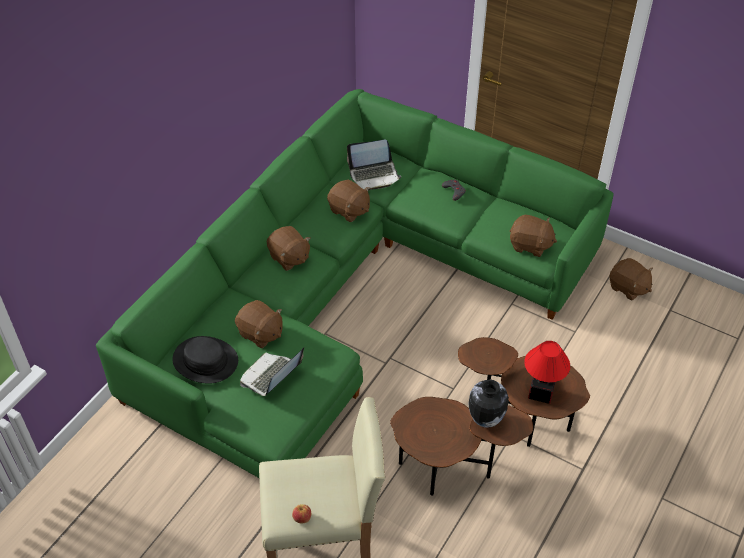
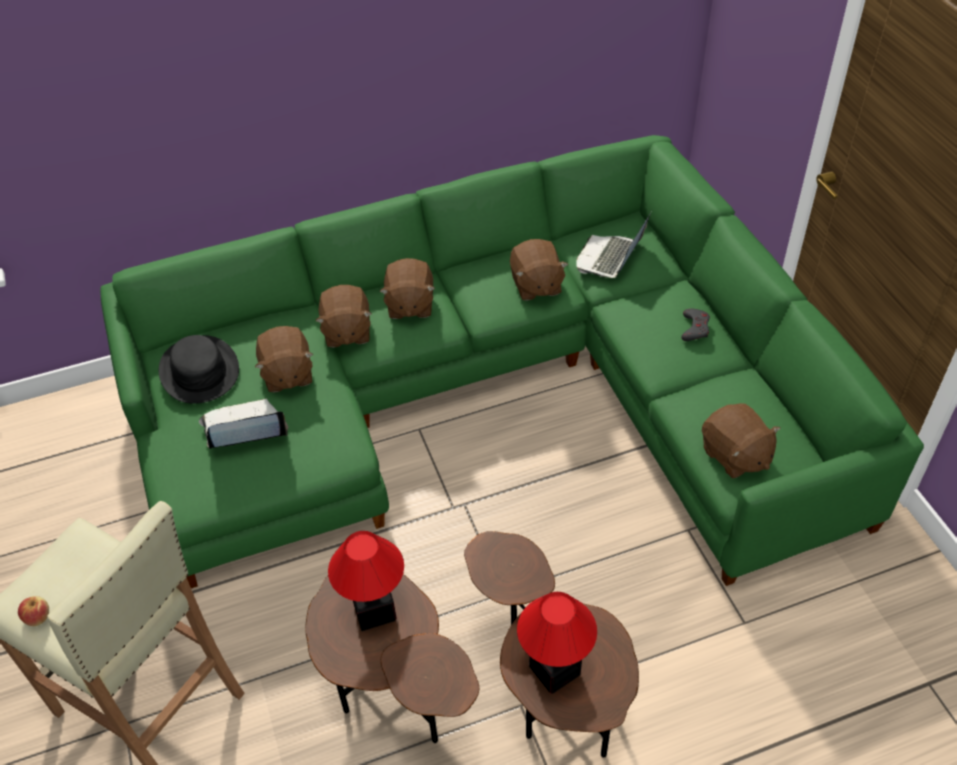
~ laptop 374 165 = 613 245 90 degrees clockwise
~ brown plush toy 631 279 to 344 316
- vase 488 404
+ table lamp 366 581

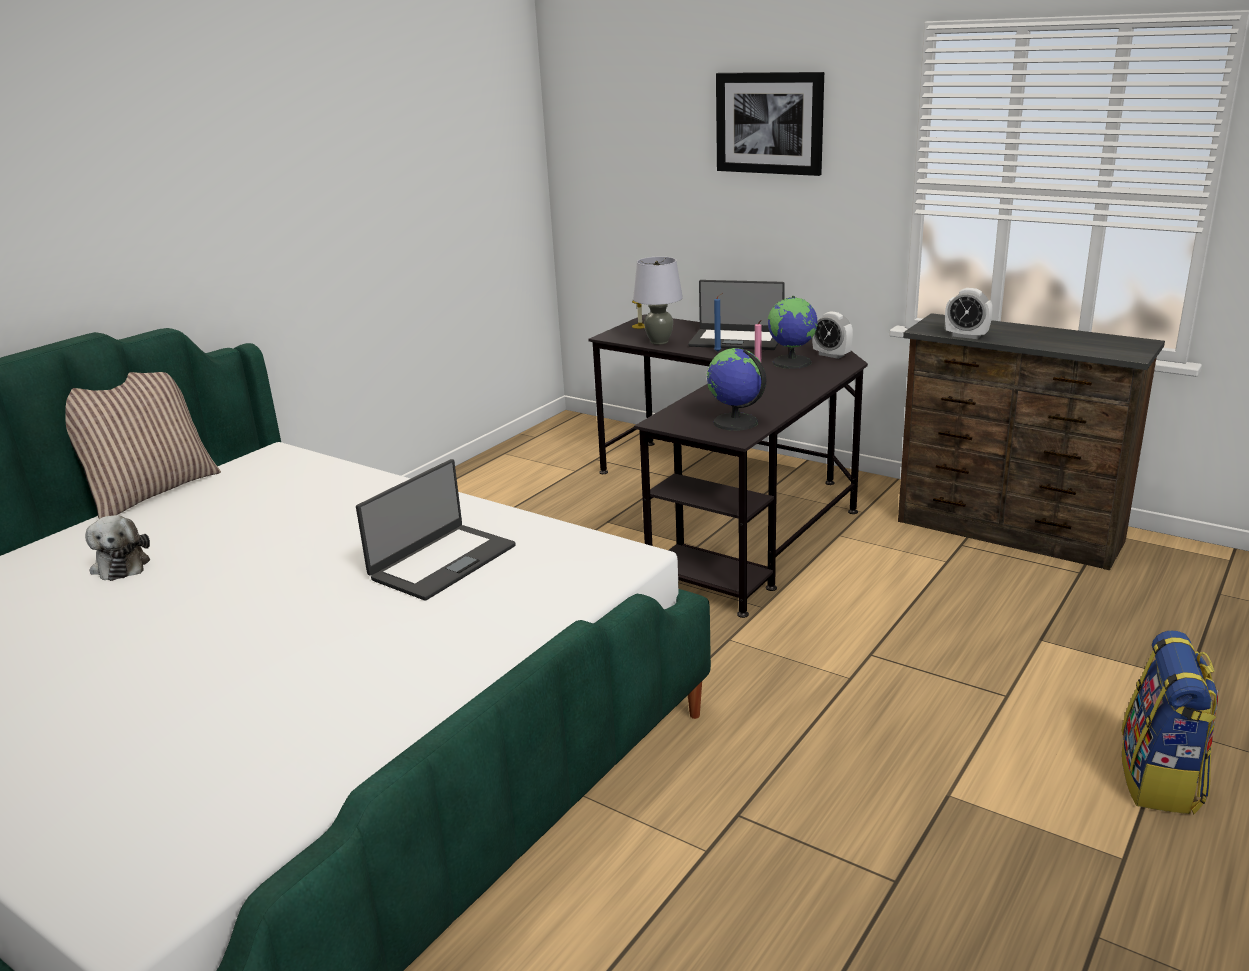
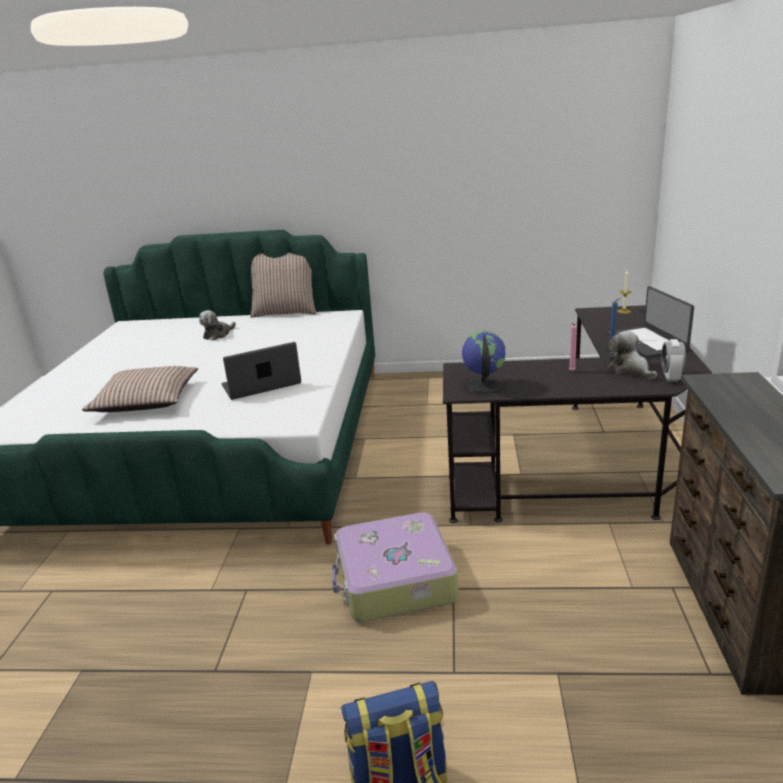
- picture 770 124
- grey table lamp 658 301
- alarm clock 969 313
~ globe 792 332 to plush toy 632 355
~ laptop 436 530 = 261 371 150 degrees clockwise
+ pillow 140 389
+ suitcase 395 567

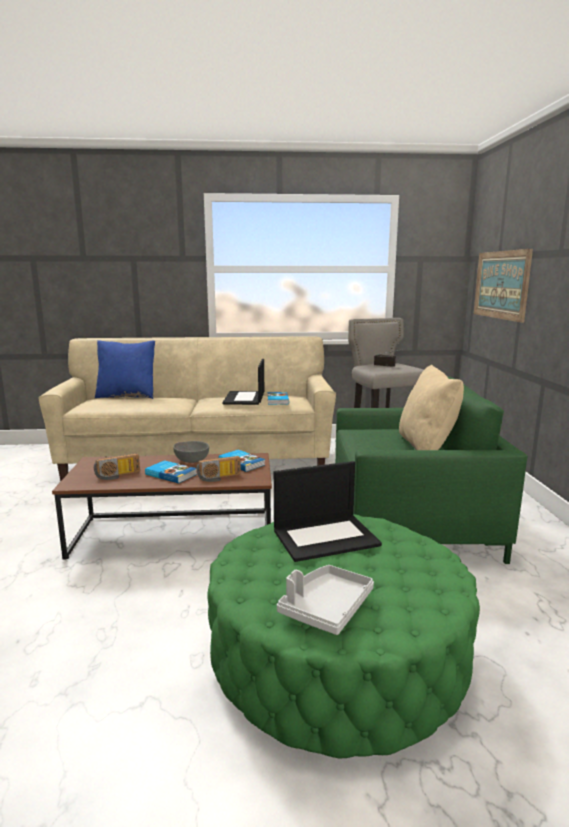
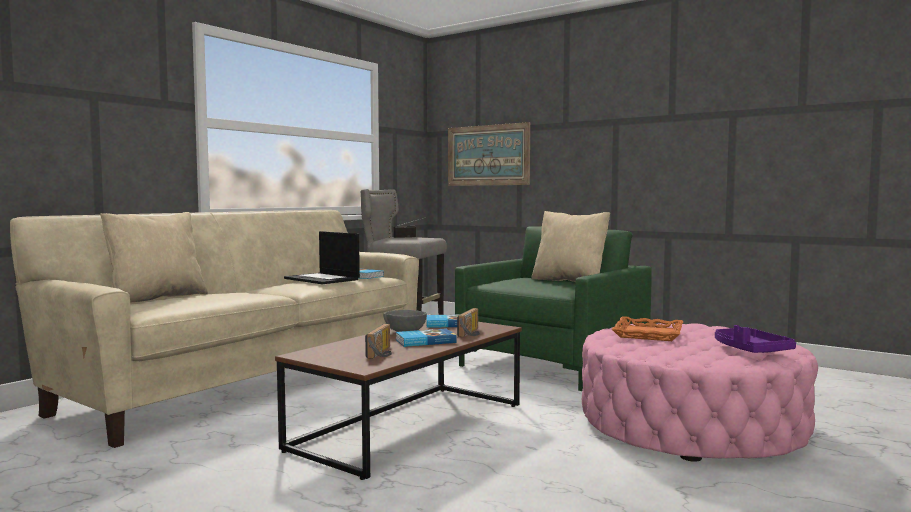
~ blue pillow 125 369 to beige pillow 154 257
~ laptop 328 511 to orange tray 647 328
~ green ottoman 343 636 to pink ottoman 700 392
~ grey tray 325 600 to purple tray 755 339

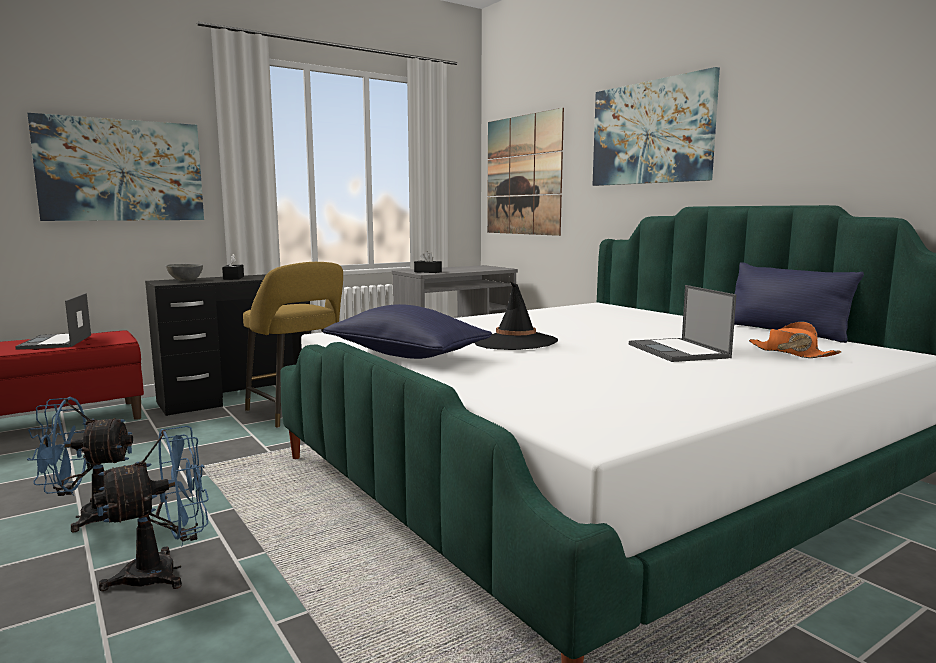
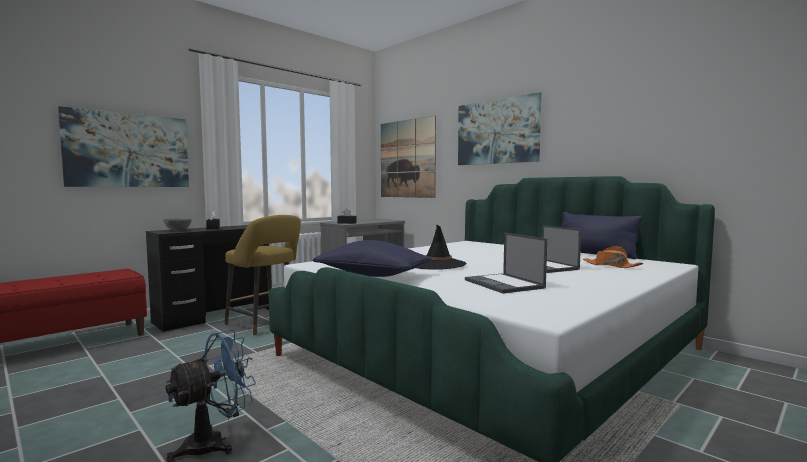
~ laptop 53 321 to 506 263
- blue fan 80 465

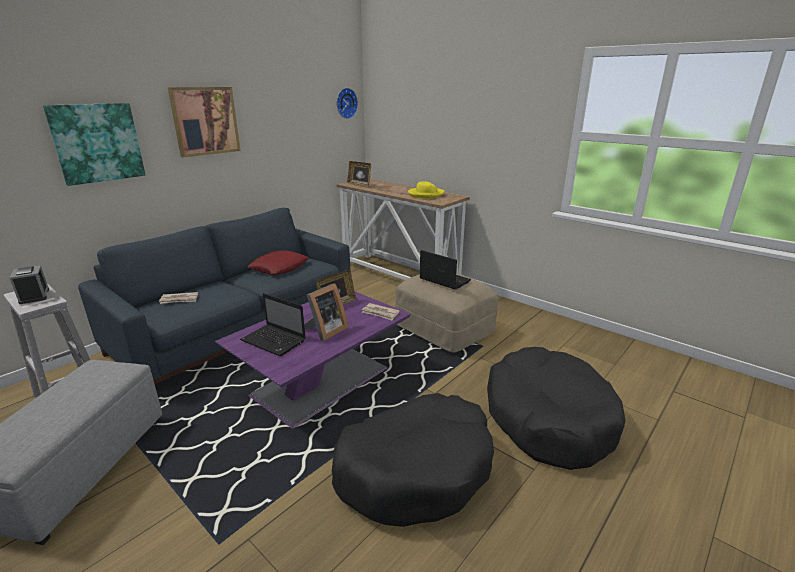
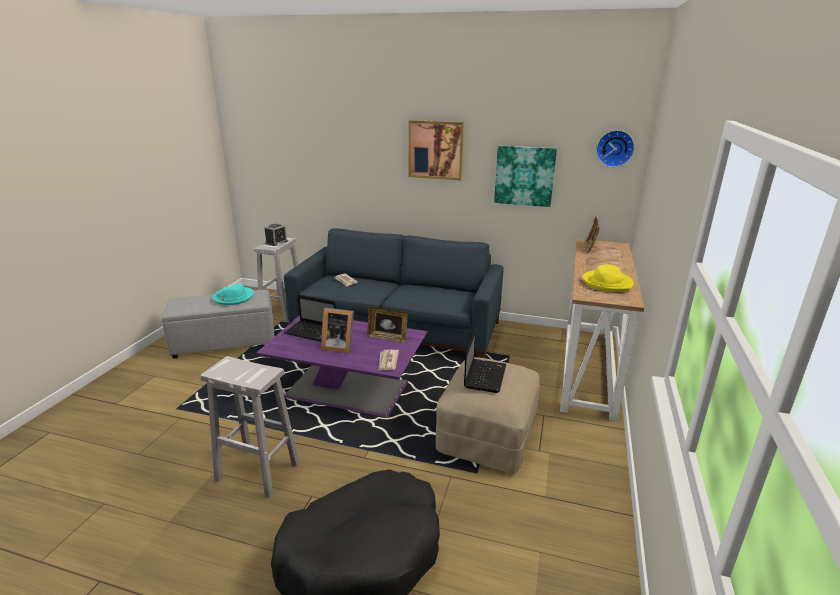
~ picture 94 144 to 525 176
- red pillow 278 263
~ laptop 273 324 = 310 318 75 degrees counterclockwise
~ black dog bed 413 460 to white stool 250 427
+ turquoise hat 233 294

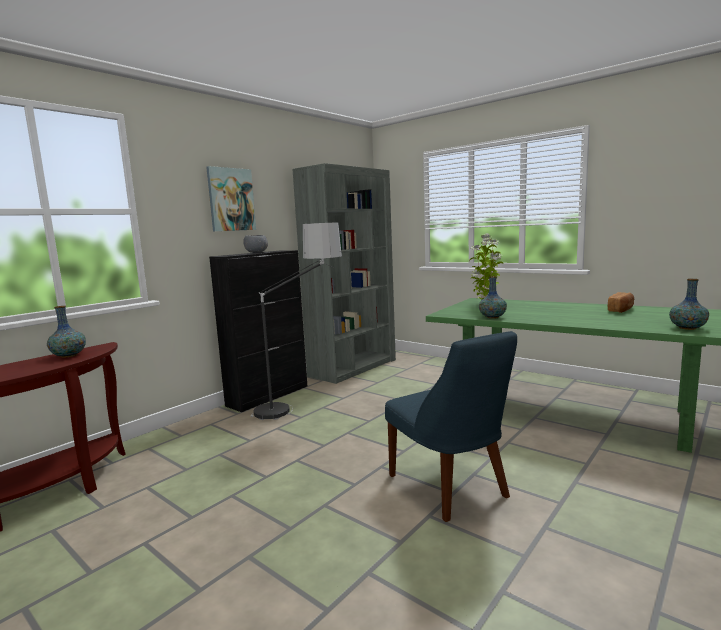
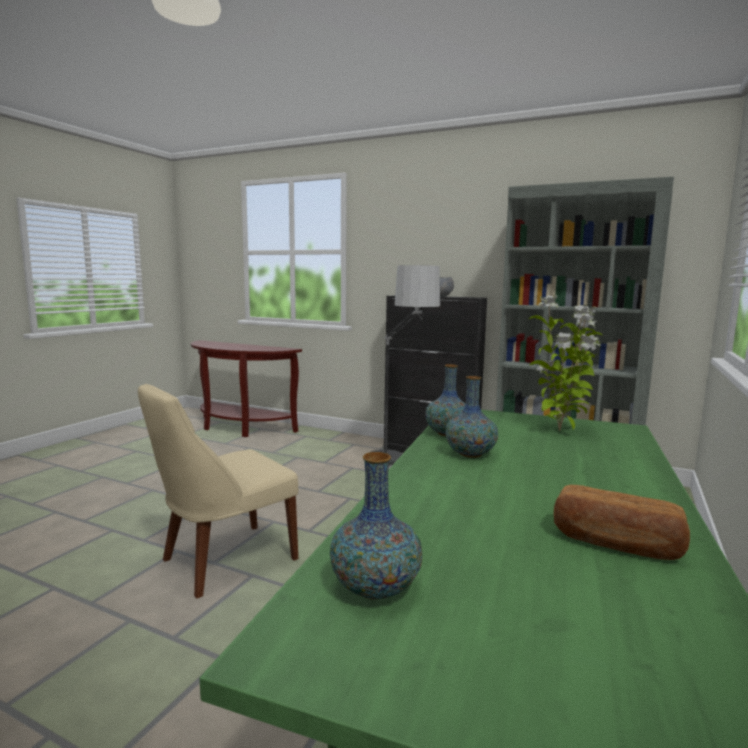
- picture 231 198
~ vase 66 332 to 471 417
~ blue chair 451 426 to beige chair 218 491

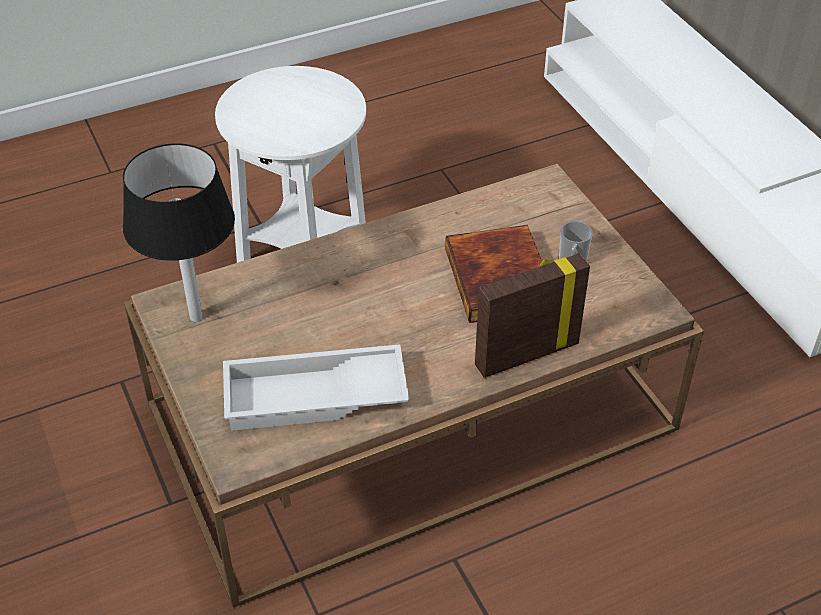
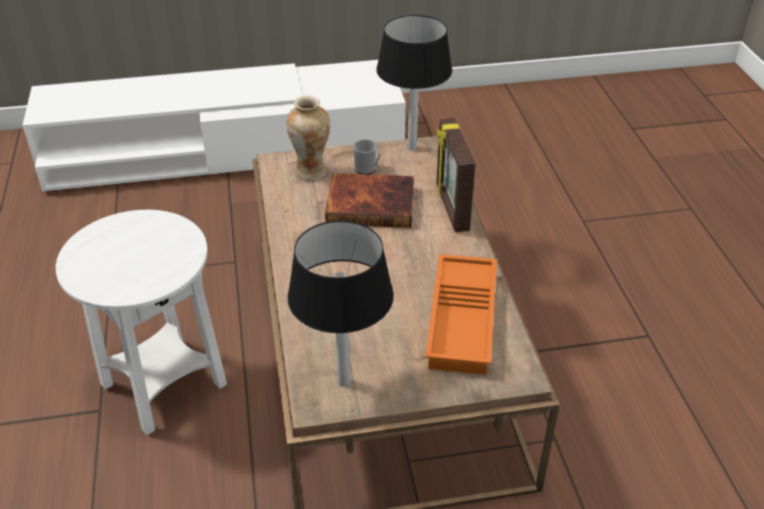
~ white tray 316 387 to orange tray 461 314
+ black table lamp 414 83
+ vase 308 138

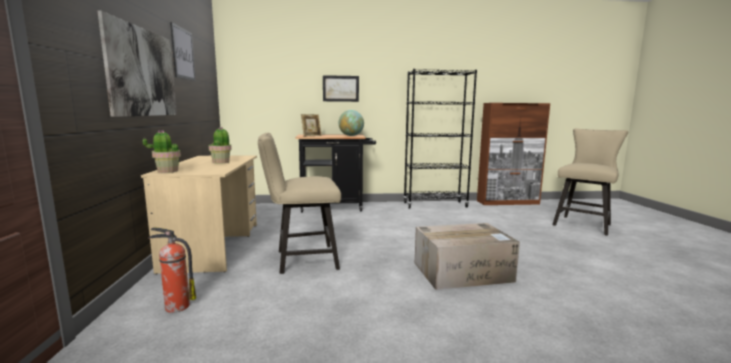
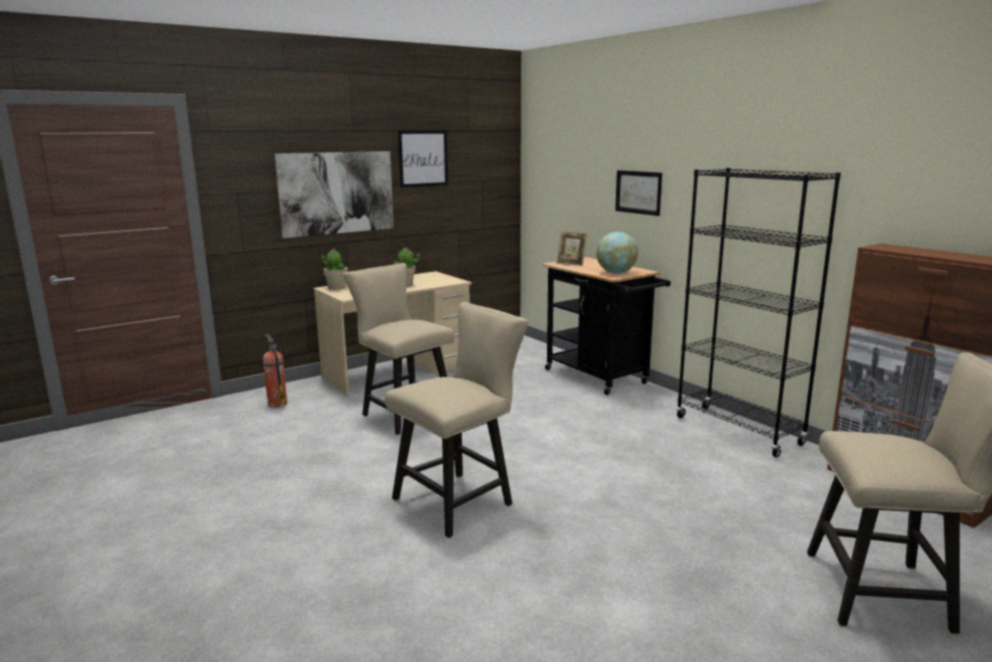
~ cardboard box 467 256 to beige chair 456 420

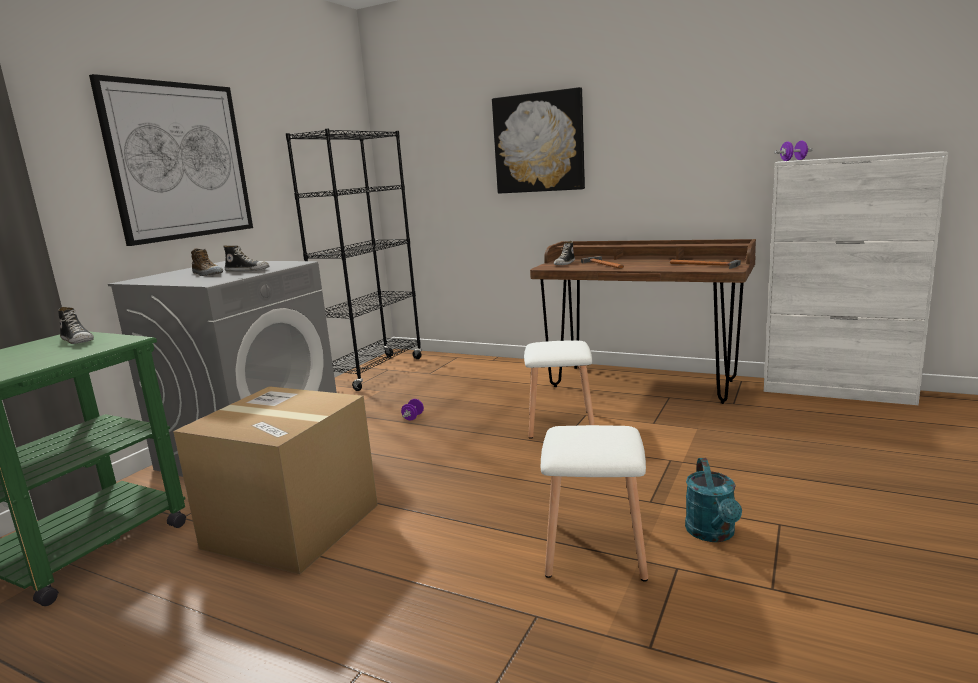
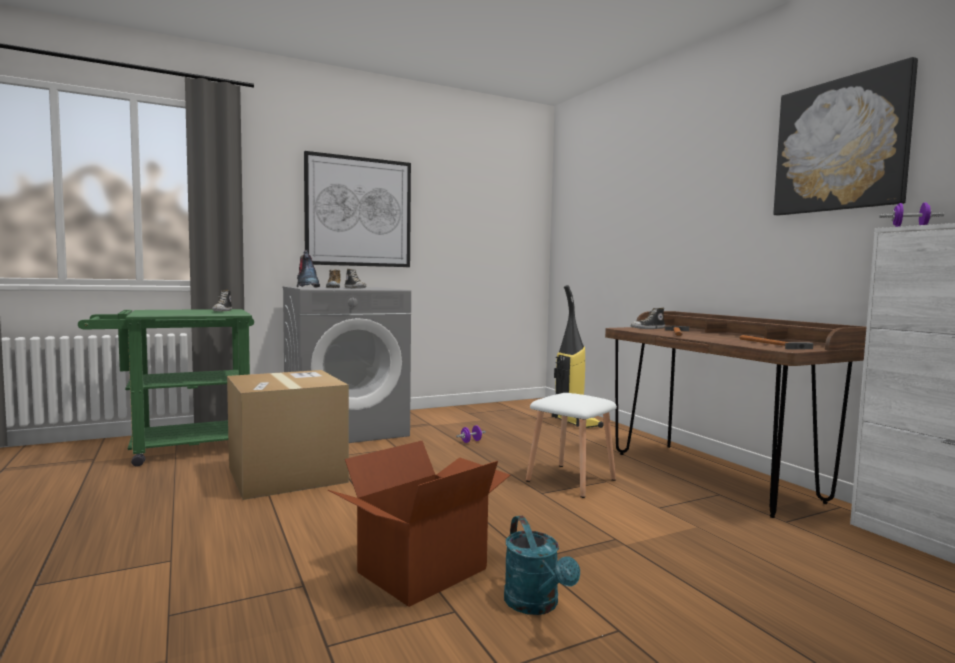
~ picture 538 140 to 845 136
- black bookcase 354 260
~ white stool 594 503 to cardboard box 419 524
~ turquoise watering can 713 500 = 542 565 60 degrees counterclockwise
+ boot 308 268
+ vacuum cleaner 578 356

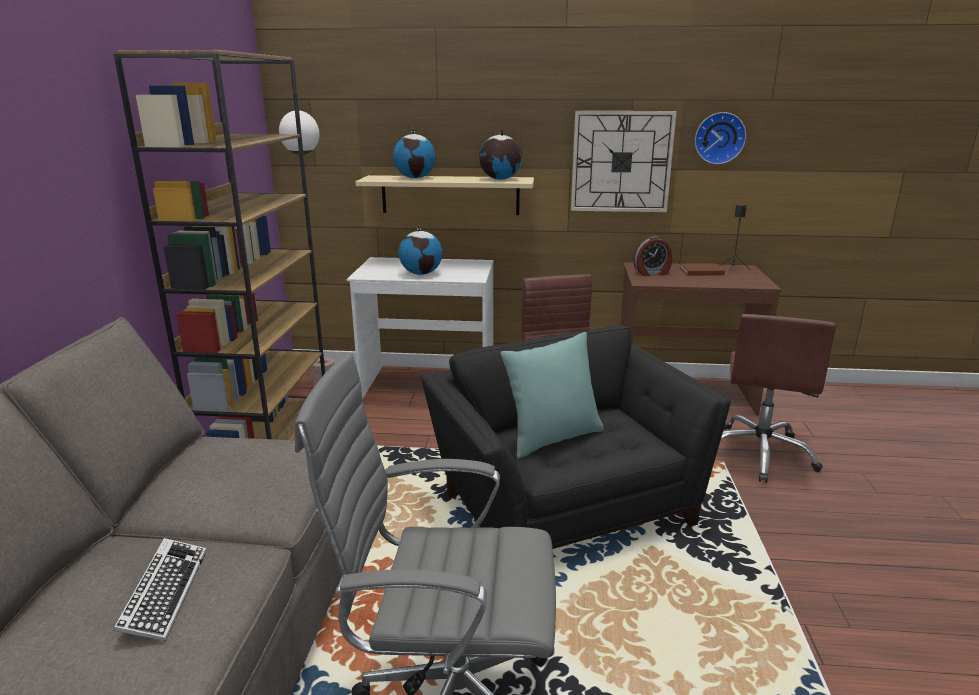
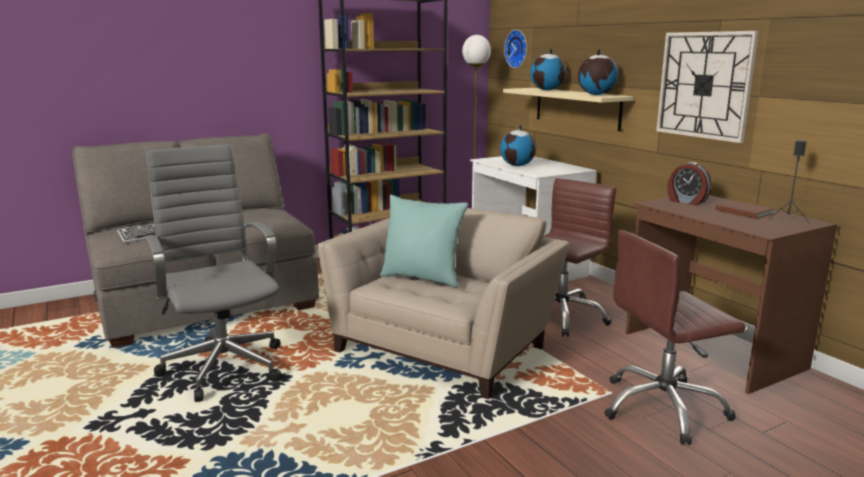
~ wall clock 720 138 to 515 49
~ black armchair 576 437 to beige armchair 443 300

